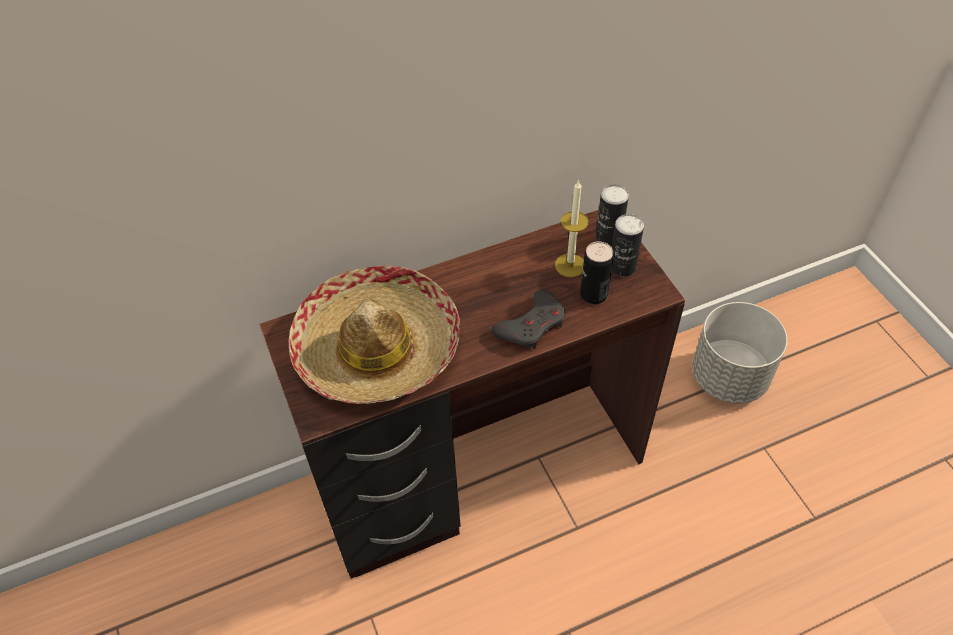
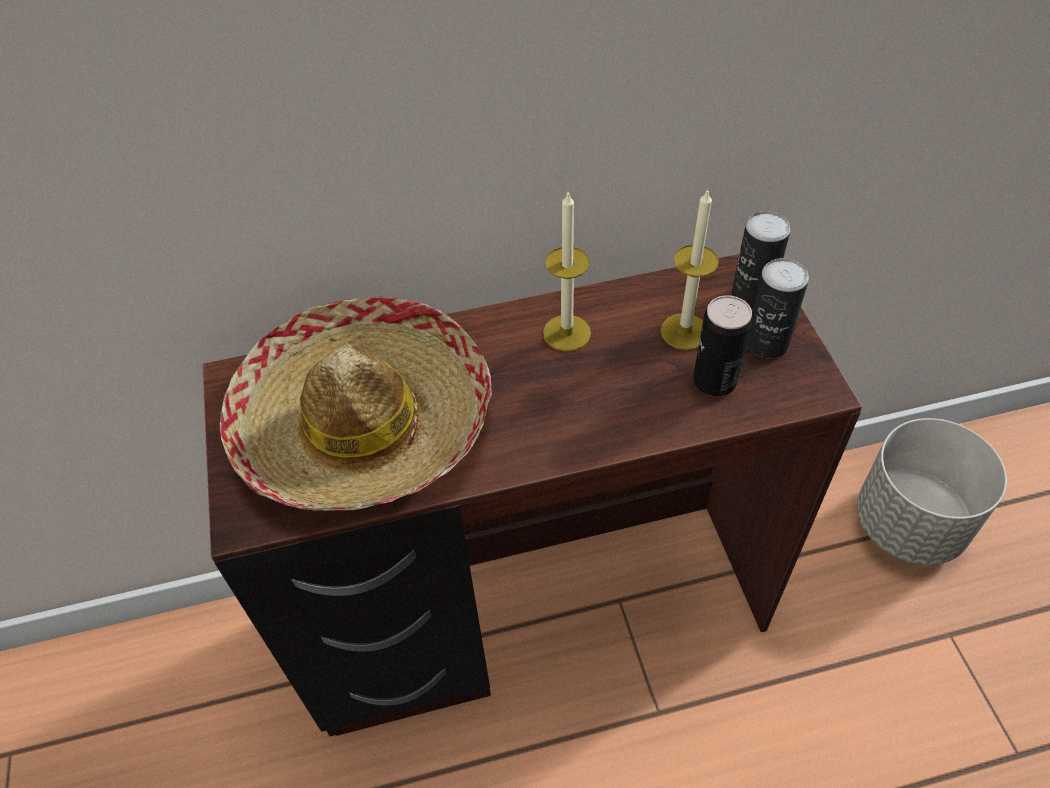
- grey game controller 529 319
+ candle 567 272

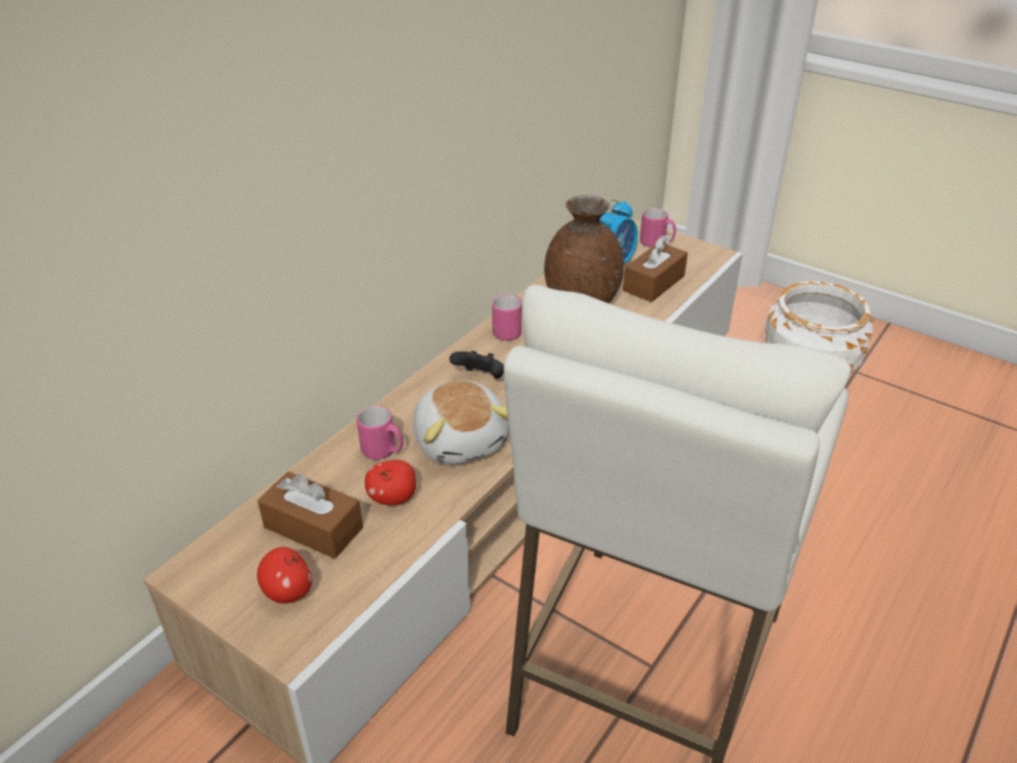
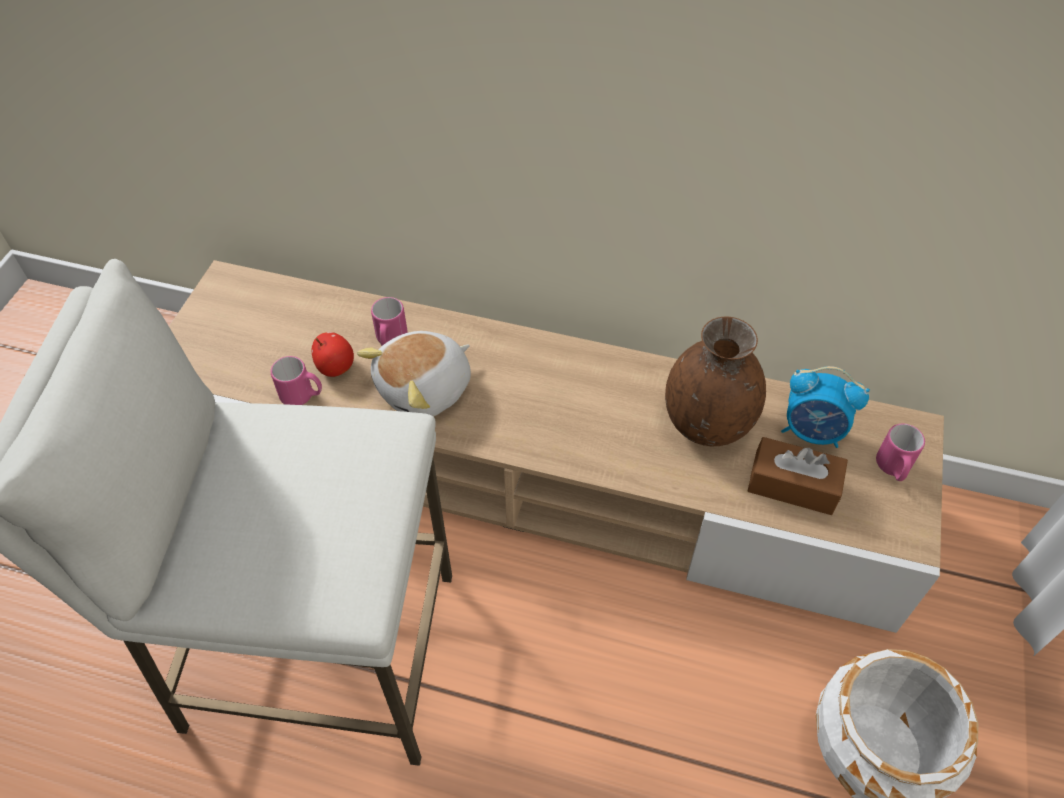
~ pink mug 507 318 to 296 380
- black game controller 476 365
- brown tissue box 310 515
- apple 284 575

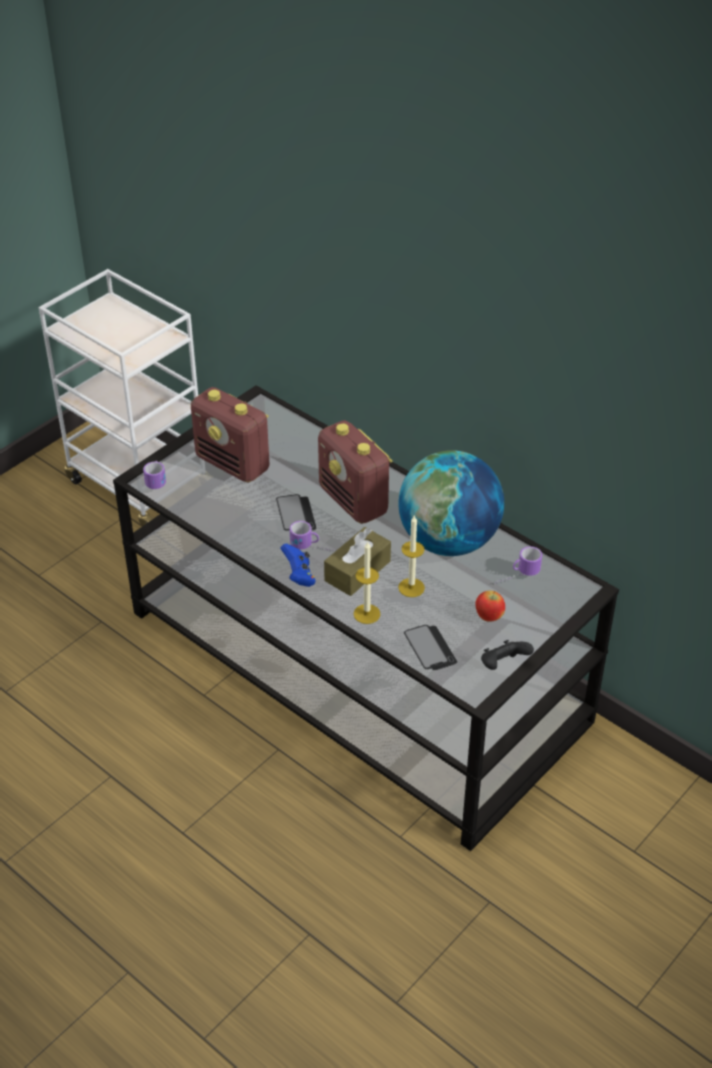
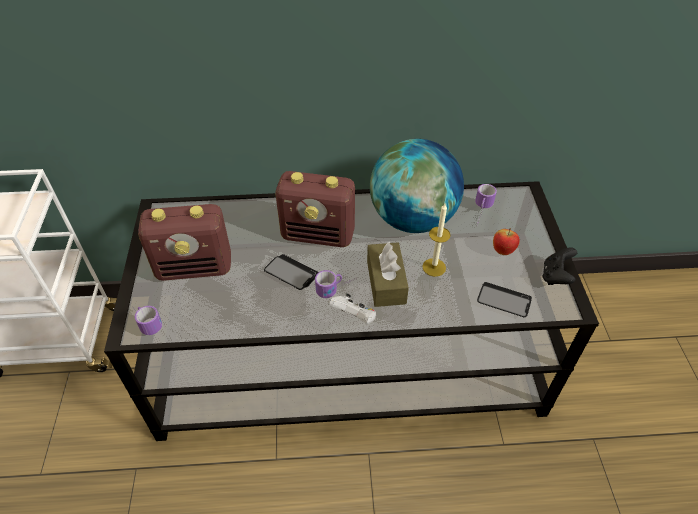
- candle 367 582
~ blue game controller 298 565 to white game controller 352 309

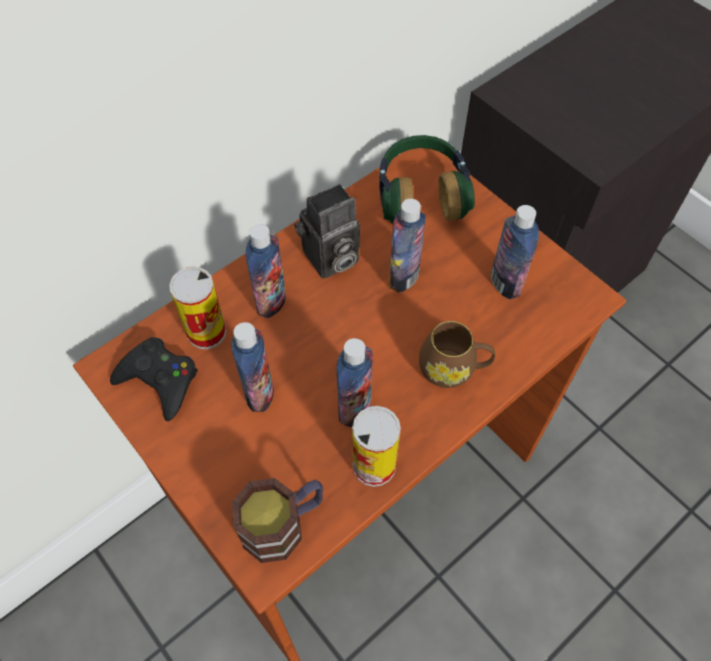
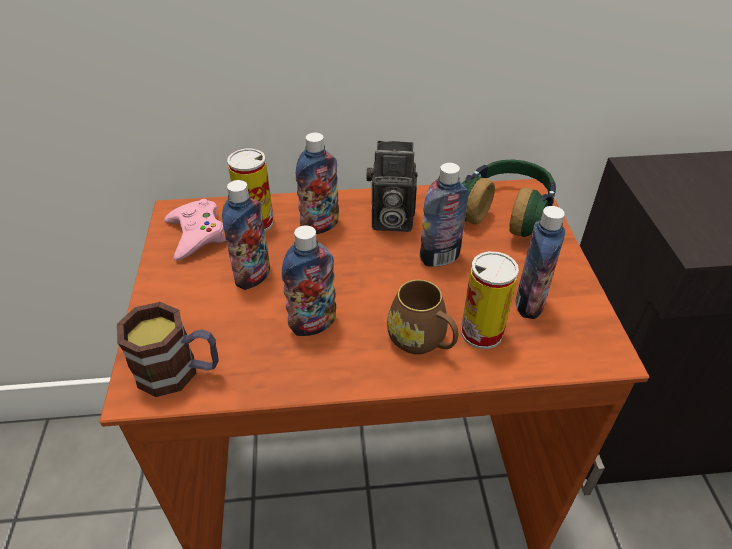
~ black game controller 154 379 to pink game controller 195 230
~ can 376 446 to 490 300

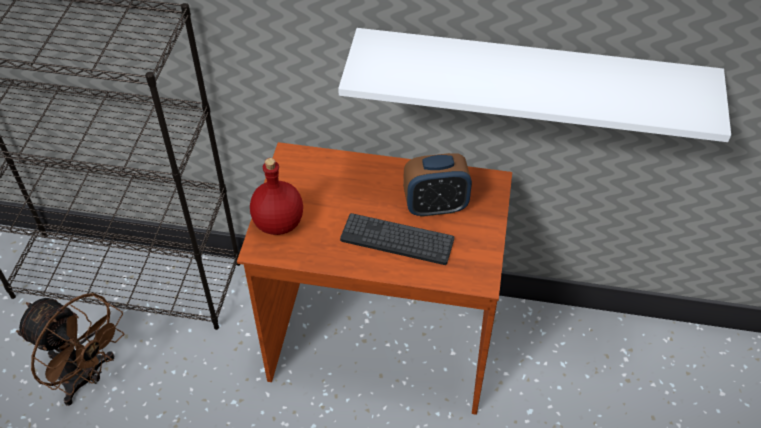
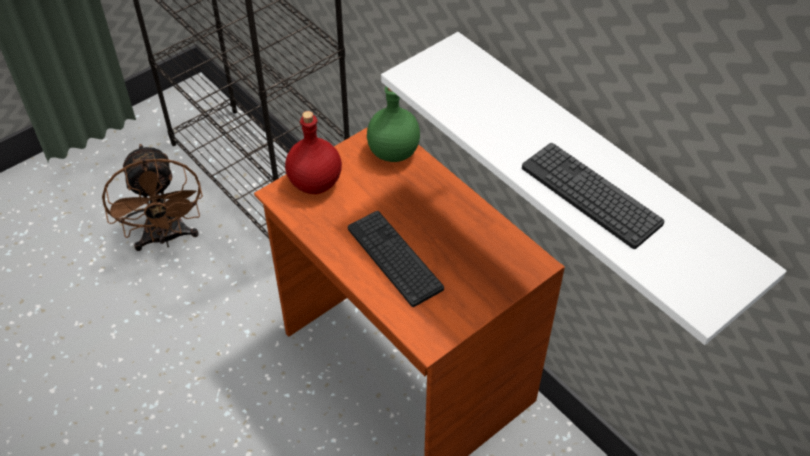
- alarm clock 437 185
+ green bottle 393 124
+ keyboard 593 196

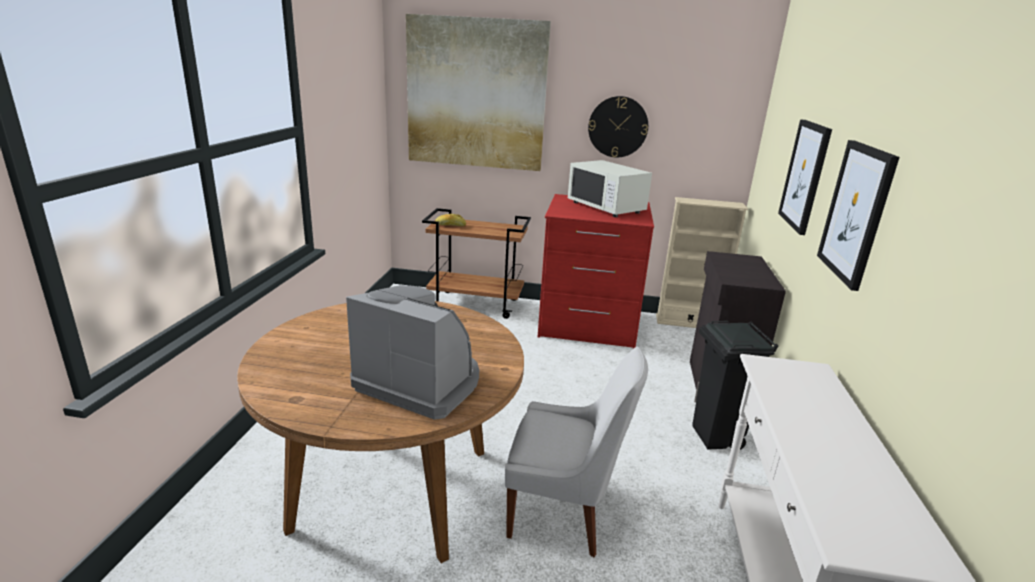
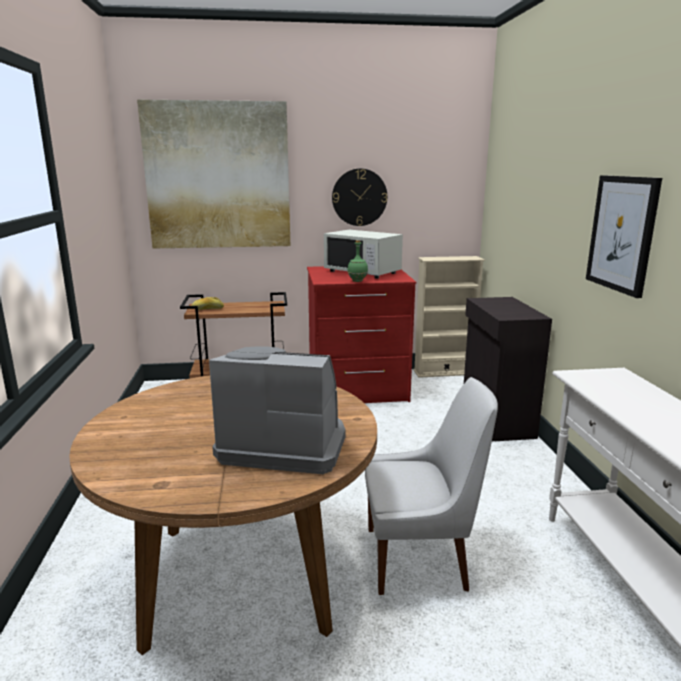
- picture 805 177
- black trash can 735 385
+ green bottle 357 261

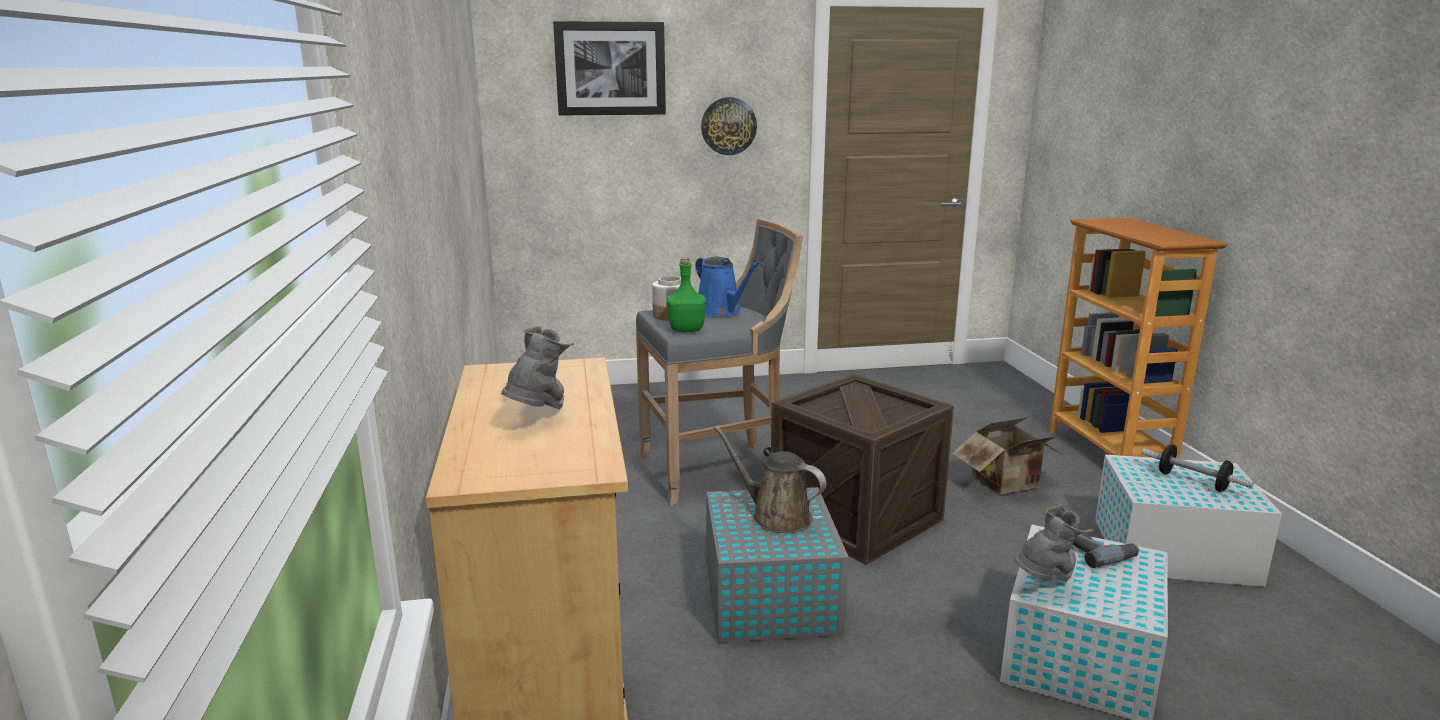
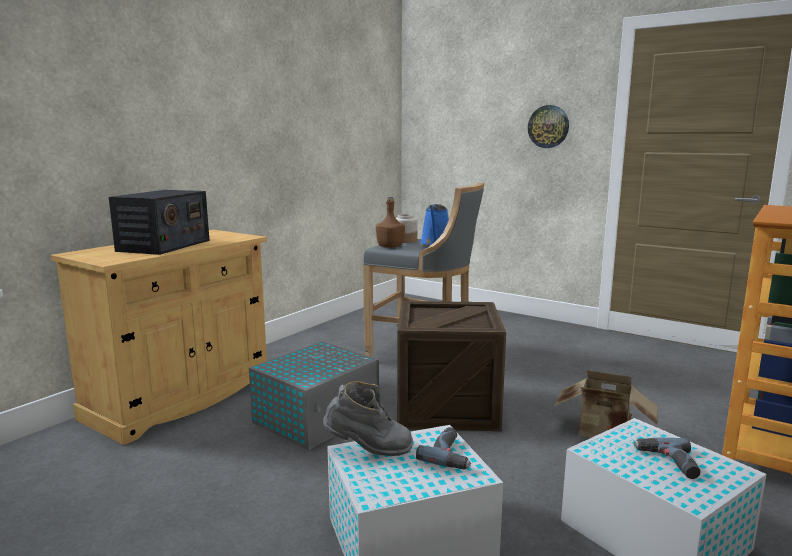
- picture 609 68
~ green bottle 686 294 to brown bottle 390 222
~ grey boot 537 368 to radio 159 222
- brown watering can 770 479
~ dumbbell 1198 468 to power drill 666 458

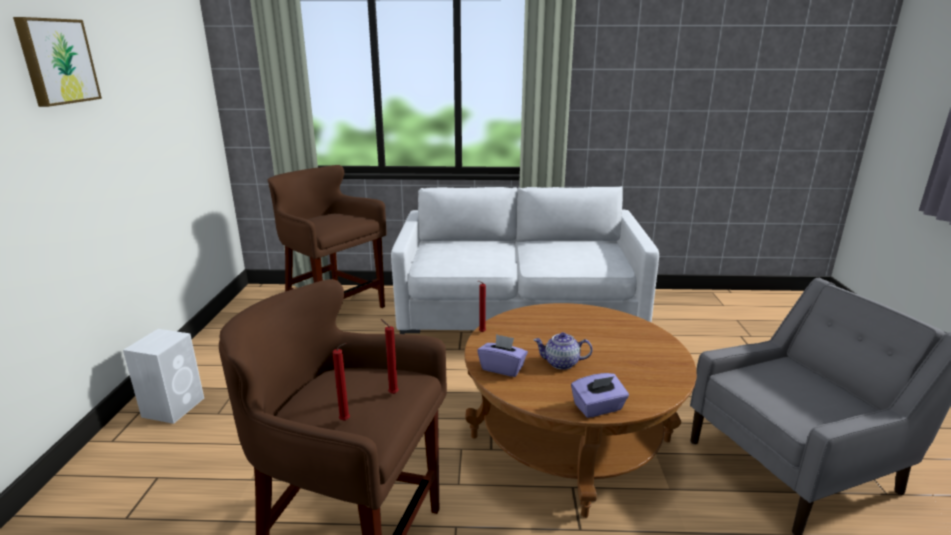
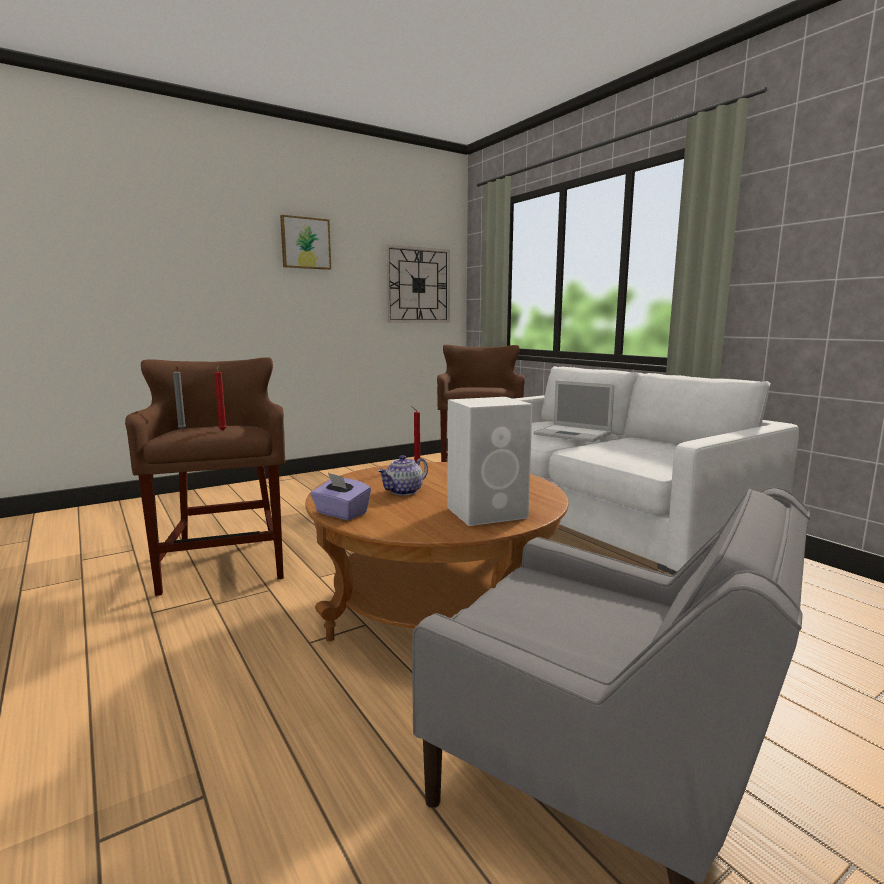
~ white speaker 163 376 to 489 461
~ teapot 563 351 = 402 475 105 degrees counterclockwise
- purple tissue box 502 355
~ red candle 341 382 to grey candle 179 398
+ wall clock 417 284
+ laptop 574 411

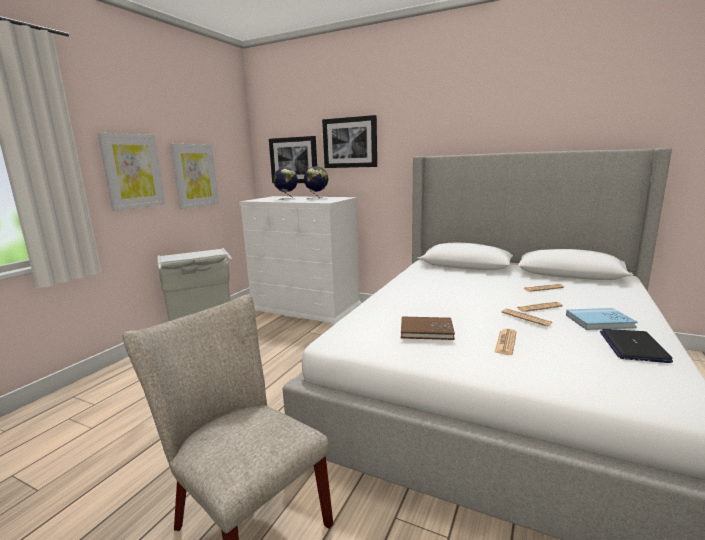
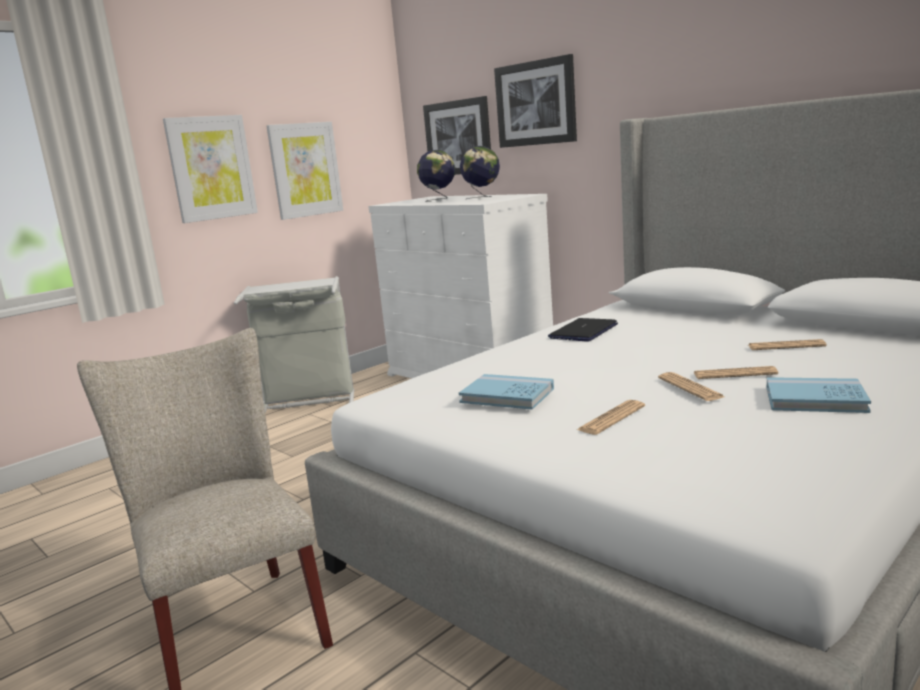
~ brown book 428 328 to blue book 506 392
~ laptop 636 346 to 583 330

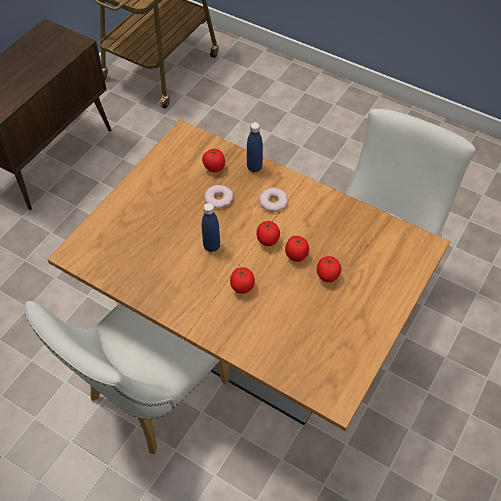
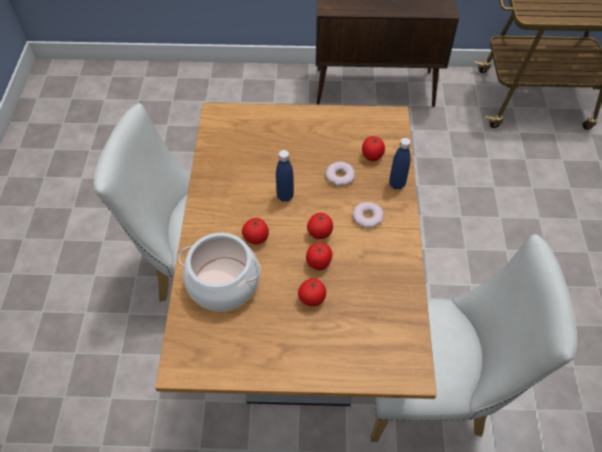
+ cooking pot 220 272

